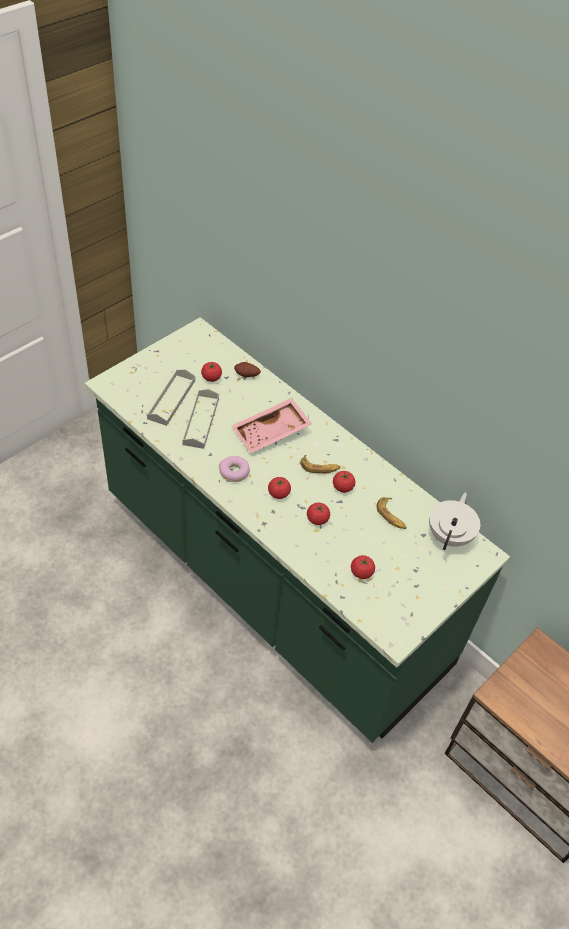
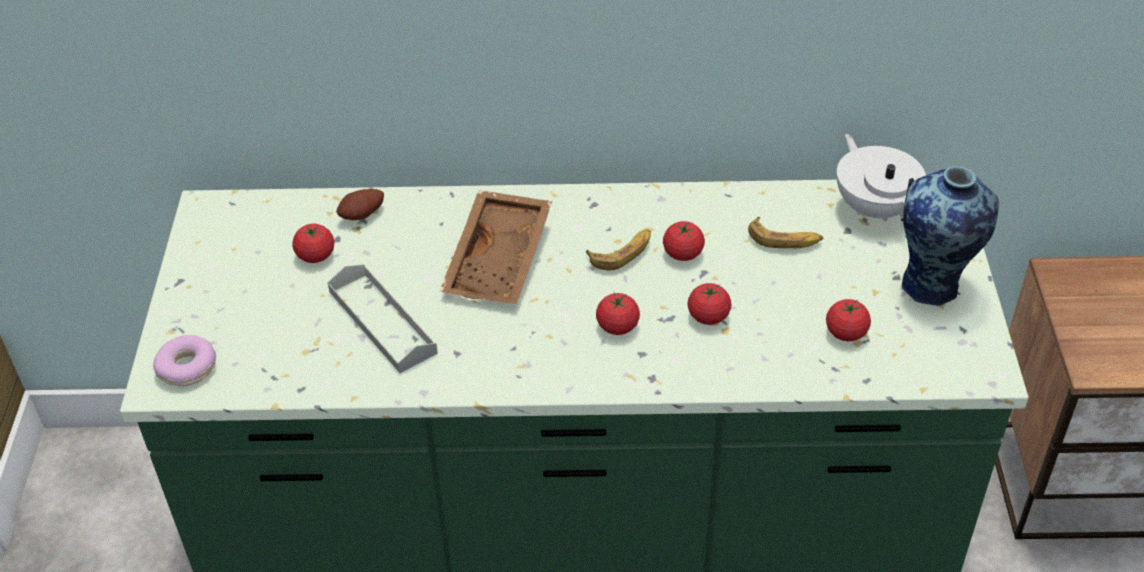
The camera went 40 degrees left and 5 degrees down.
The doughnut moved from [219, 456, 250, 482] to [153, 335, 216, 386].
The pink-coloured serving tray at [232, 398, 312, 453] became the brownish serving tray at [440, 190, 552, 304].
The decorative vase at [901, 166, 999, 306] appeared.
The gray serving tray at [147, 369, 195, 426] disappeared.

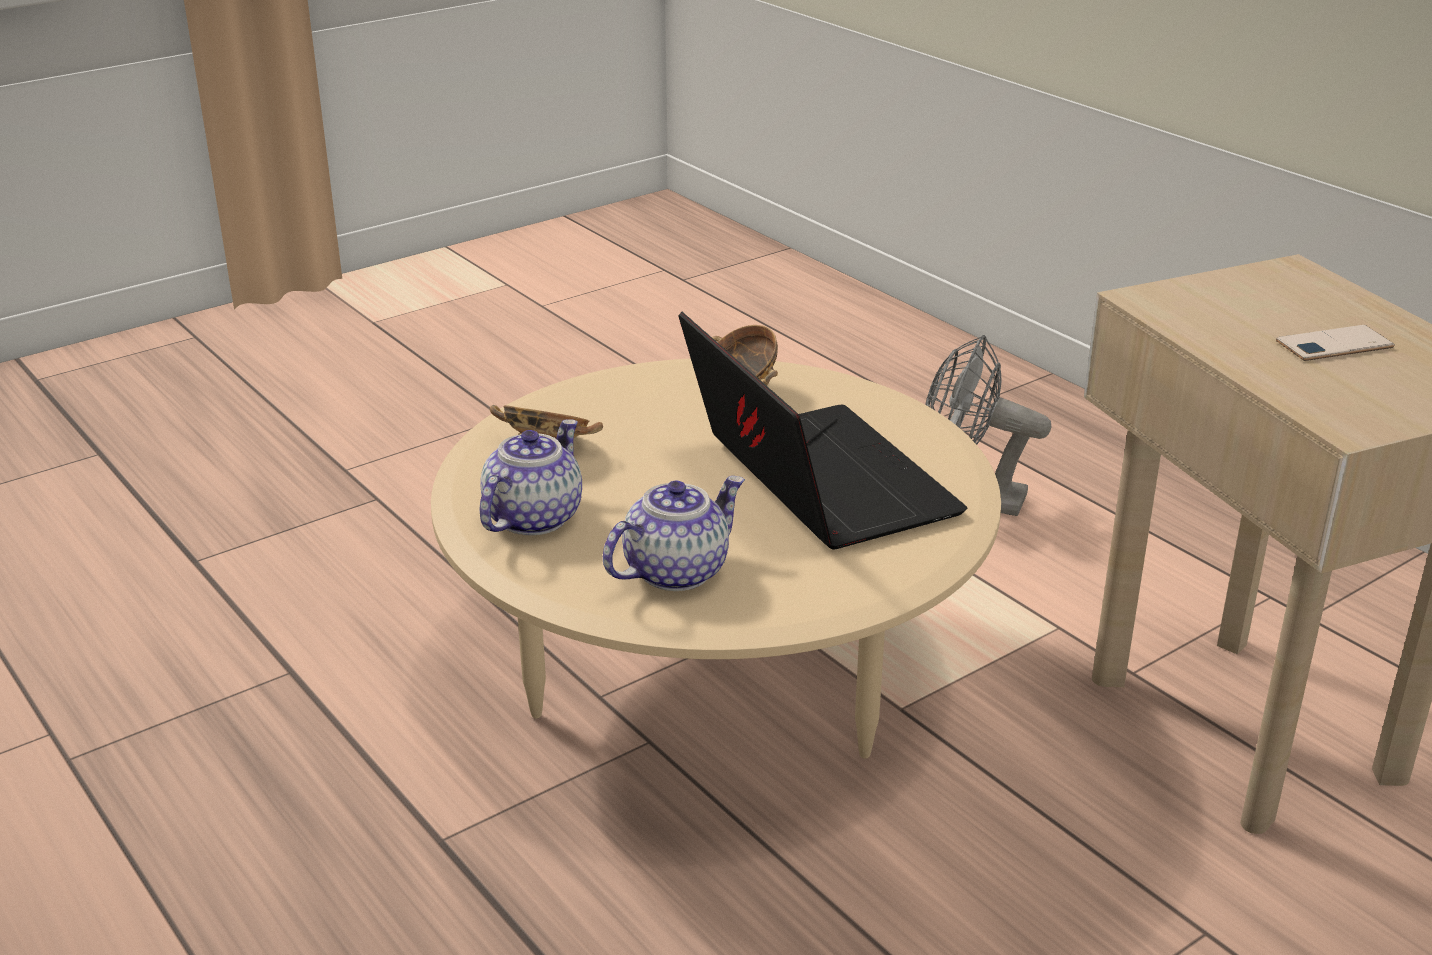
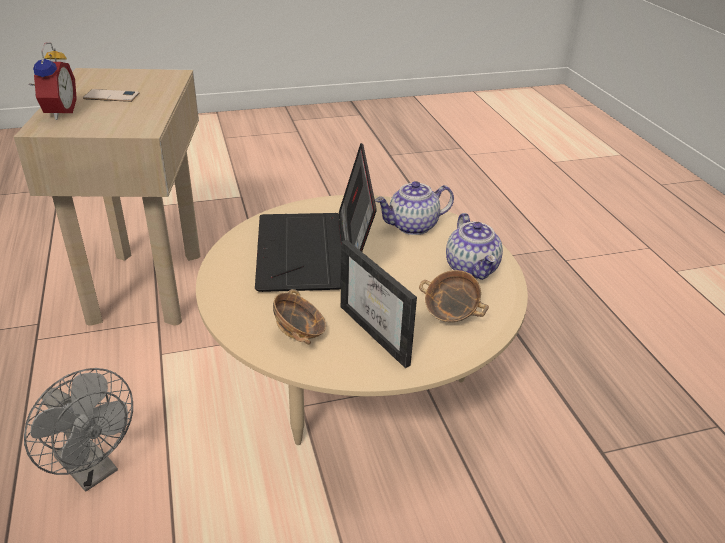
The camera went 160 degrees left and 5 degrees up.
The alarm clock at [30, 42, 77, 120] appeared.
The picture frame at [341, 240, 417, 368] appeared.
The pot for tea at [480, 419, 582, 535] turned 60 degrees counterclockwise.

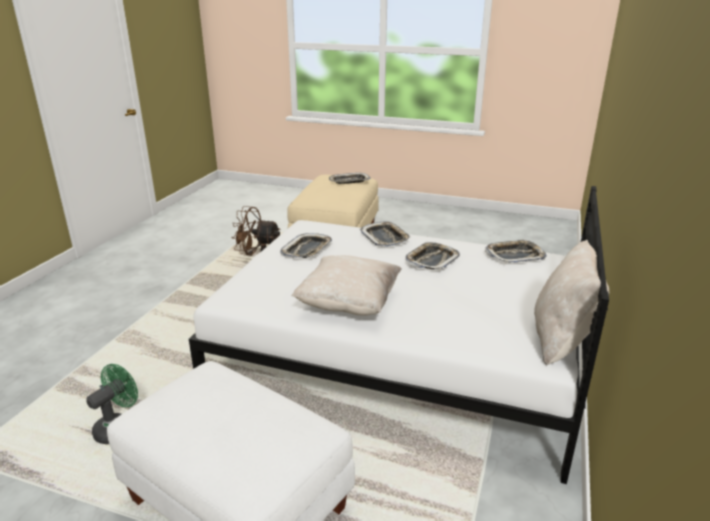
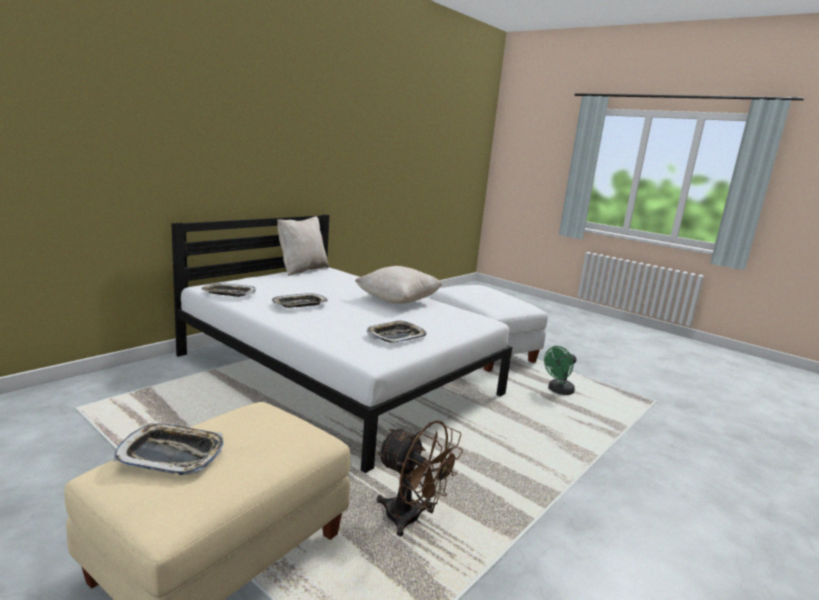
The camera went 160 degrees left and 10 degrees down.
The serving tray at [360, 222, 411, 247] disappeared.

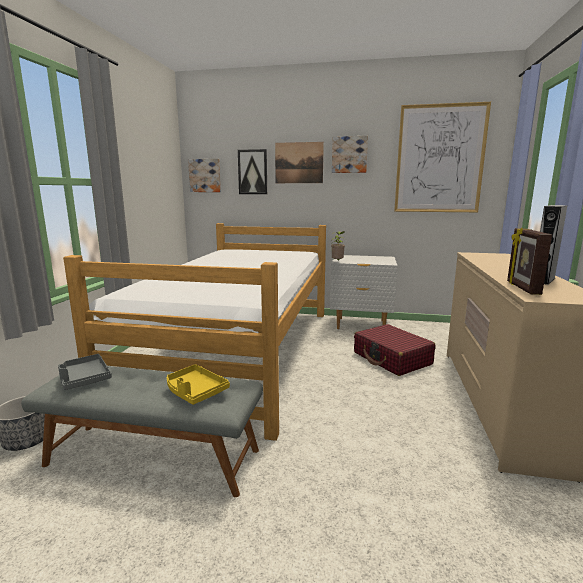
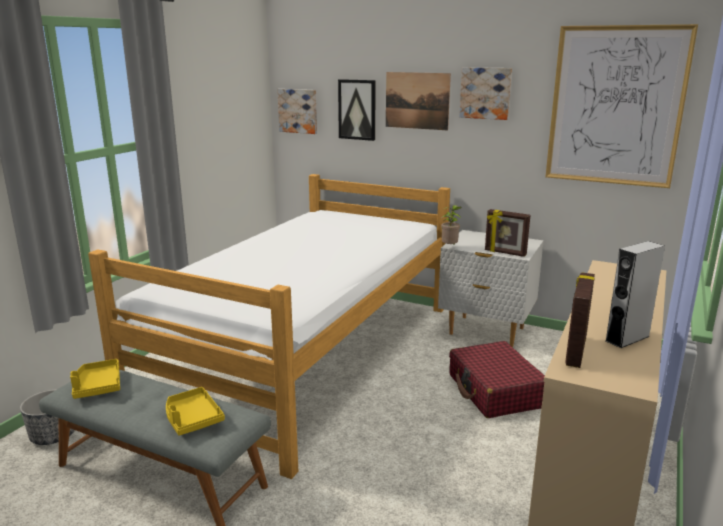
The camera went 15 degrees right and 5 degrees up.
The gray serving tray at [58, 354, 112, 390] became the yellowish serving tray at [70, 359, 120, 399].
The picture frame at [485, 209, 530, 257] appeared.

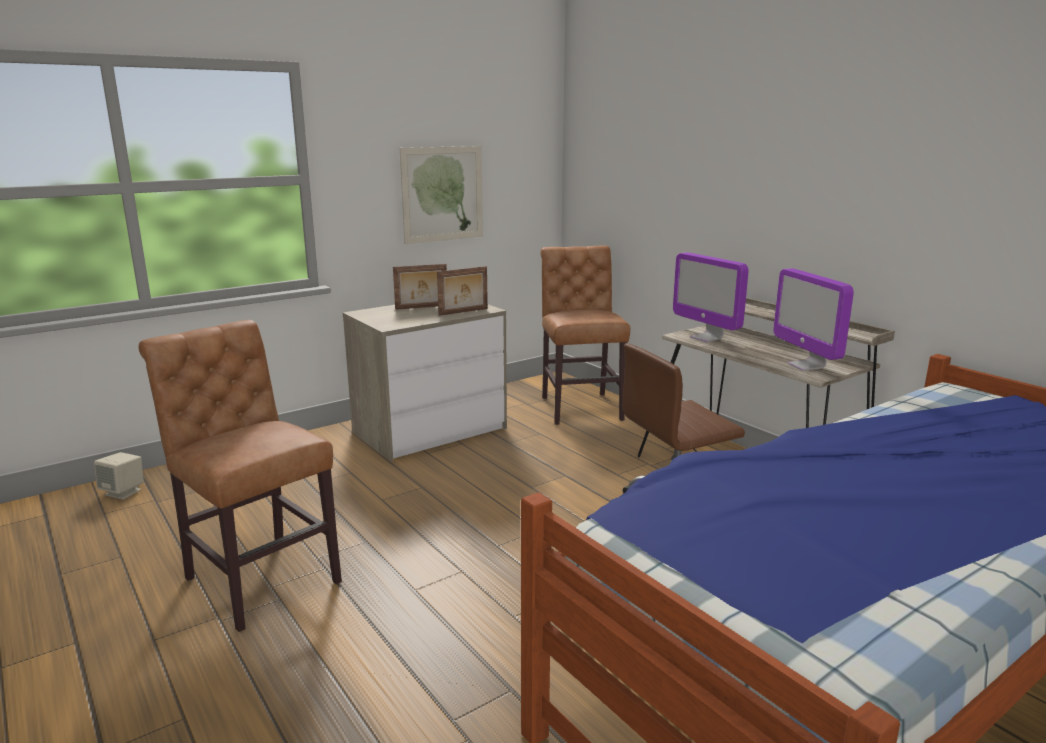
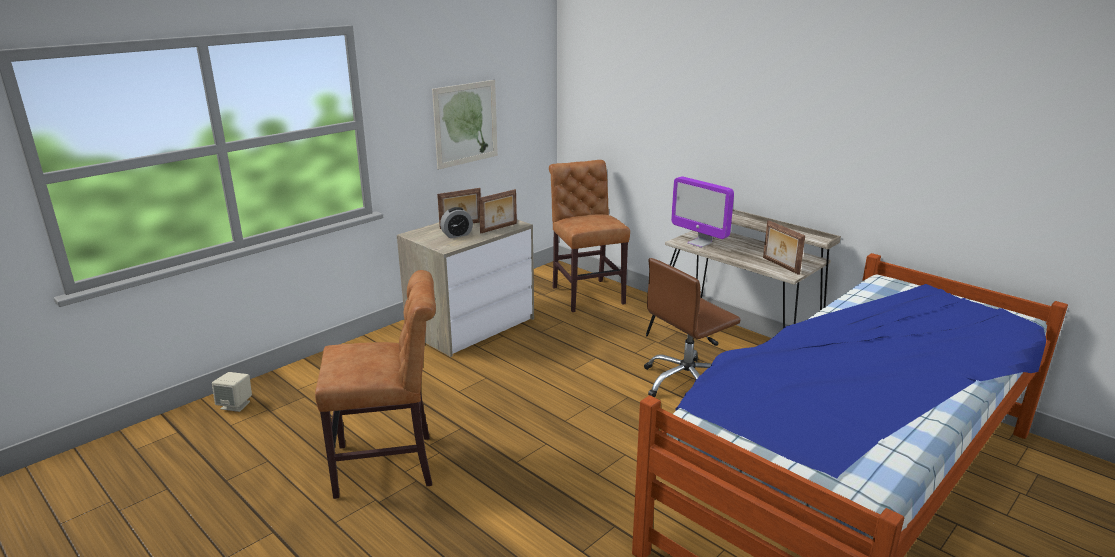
The camera went 10 degrees left and 5 degrees up.
The brownish chair at [139, 320, 342, 632] turned 135 degrees clockwise.
The alarm clock at [440, 207, 473, 238] appeared.
The computer display at [773, 268, 854, 371] was replaced by the picture frame at [763, 220, 805, 275].

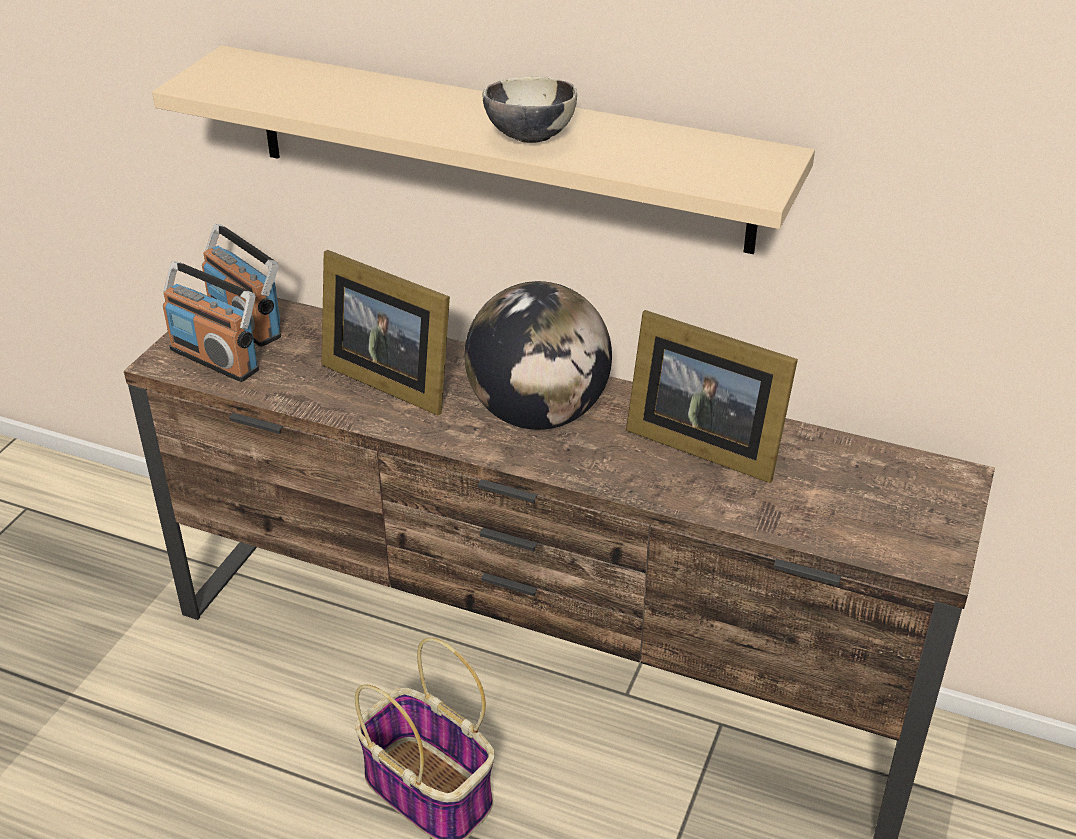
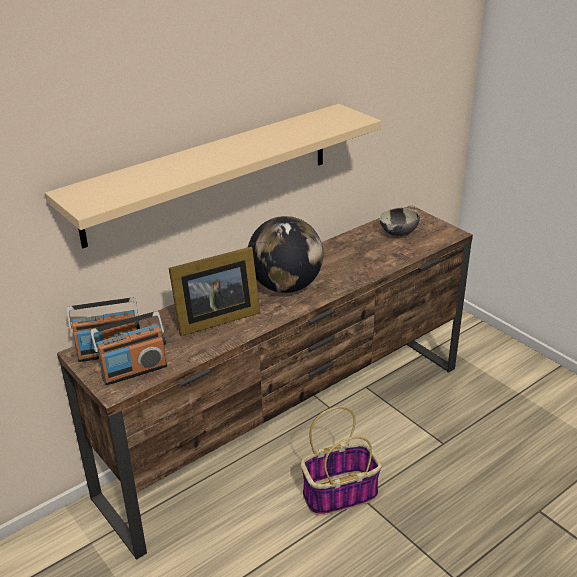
The camera went 60 degrees left and 5 degrees down.
The serving bowl moved from [483, 76, 577, 143] to [379, 208, 420, 237].
The picture frame at [626, 310, 798, 483] disappeared.

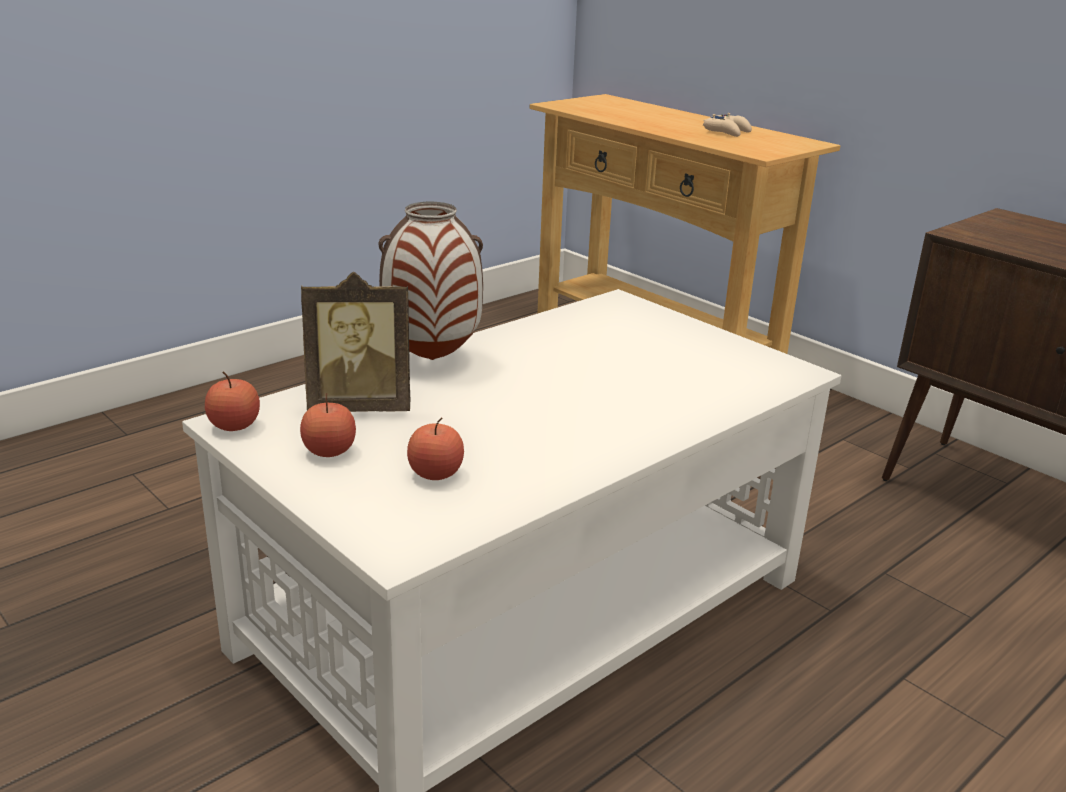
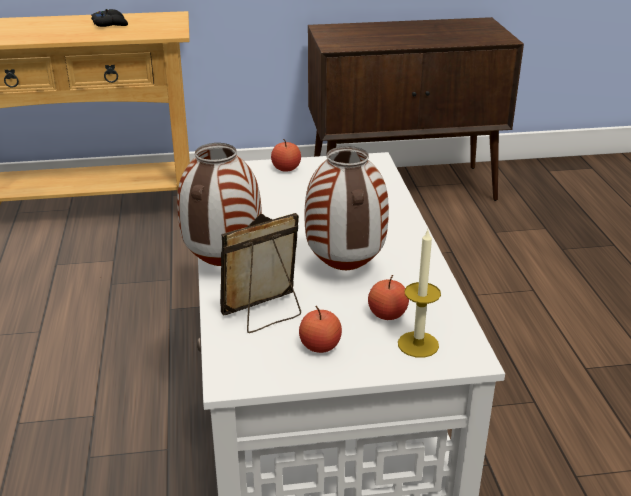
The camera went 55 degrees left and 5 degrees up.
The beige gamepad at [703, 113, 752, 137] became the black-coloured gamepad at [91, 9, 128, 27].
The picture frame at [301, 272, 410, 412] turned 150 degrees counterclockwise.
The whole apple moved from [205, 371, 260, 431] to [271, 139, 301, 172].
The decorative vase at [305, 146, 389, 270] appeared.
The candle at [398, 230, 441, 358] appeared.

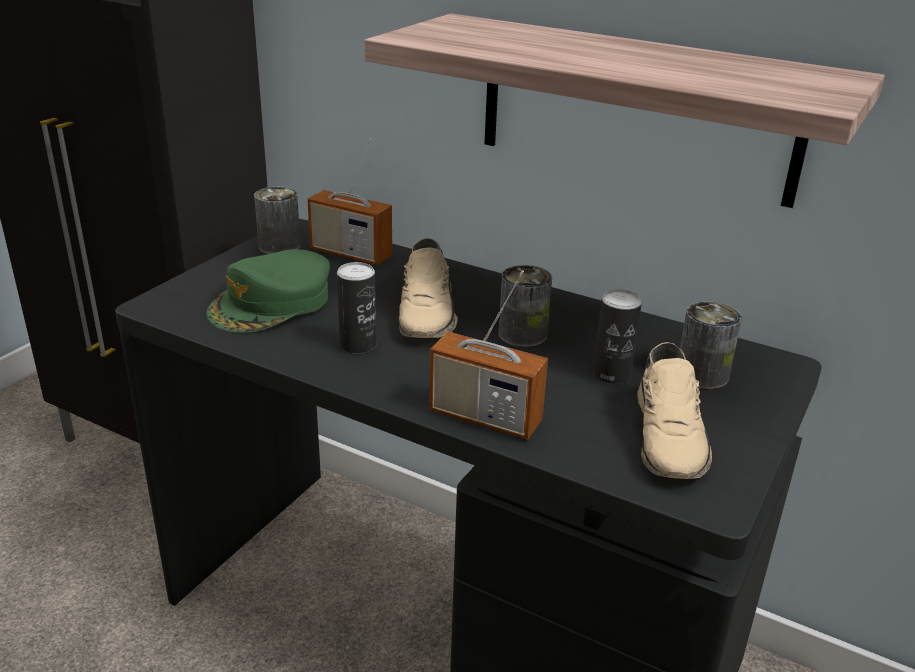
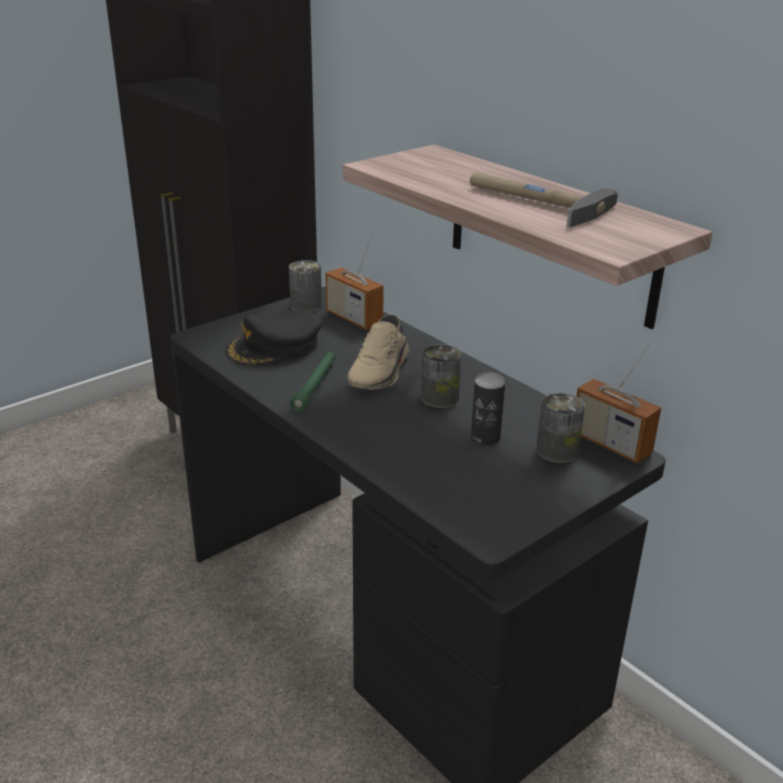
The camera went 20 degrees right and 0 degrees up.
The green-coloured peaked cap at [206, 249, 330, 333] became the black-coloured peaked cap at [225, 309, 322, 365].
The sealed can at [337, 262, 376, 354] was replaced by the green-coloured flashlight at [290, 352, 336, 412].
The hand hammer at [470, 172, 618, 228] appeared.
The radio moved from [429, 270, 548, 440] to [576, 342, 661, 463].
The beige shoe at [637, 342, 712, 479] disappeared.

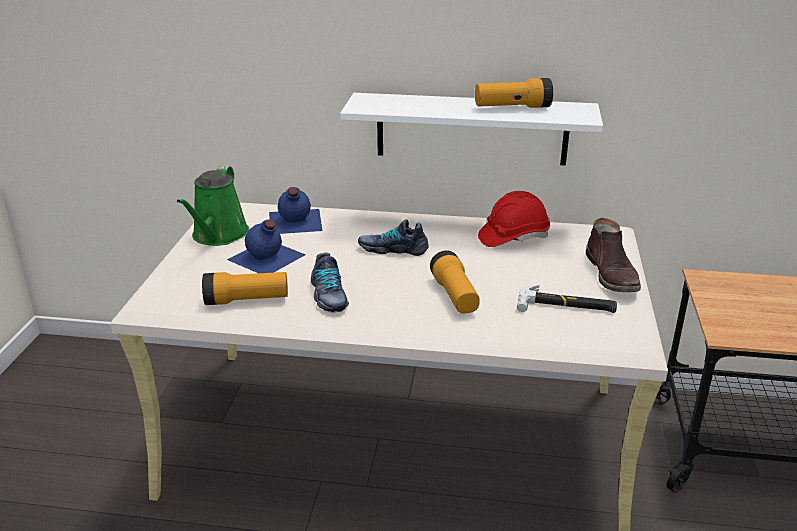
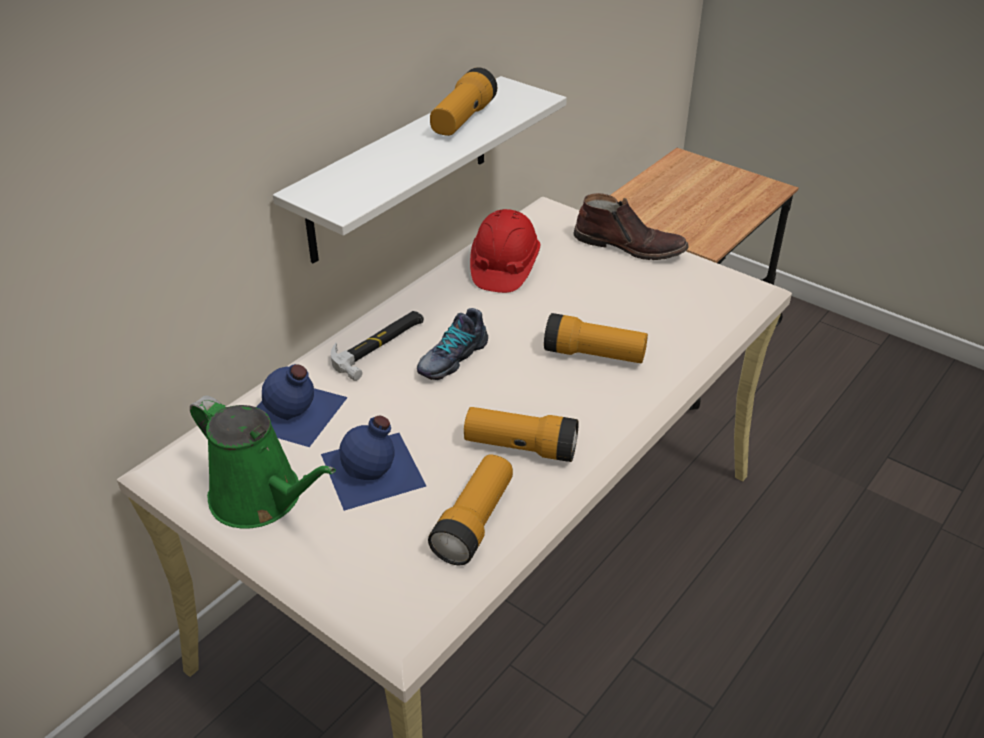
The camera went 60 degrees left and 10 degrees up.
The hand hammer moved from [517, 285, 617, 313] to [331, 311, 424, 381].
The shoe at [311, 253, 349, 312] was replaced by the flashlight at [464, 407, 579, 462].

